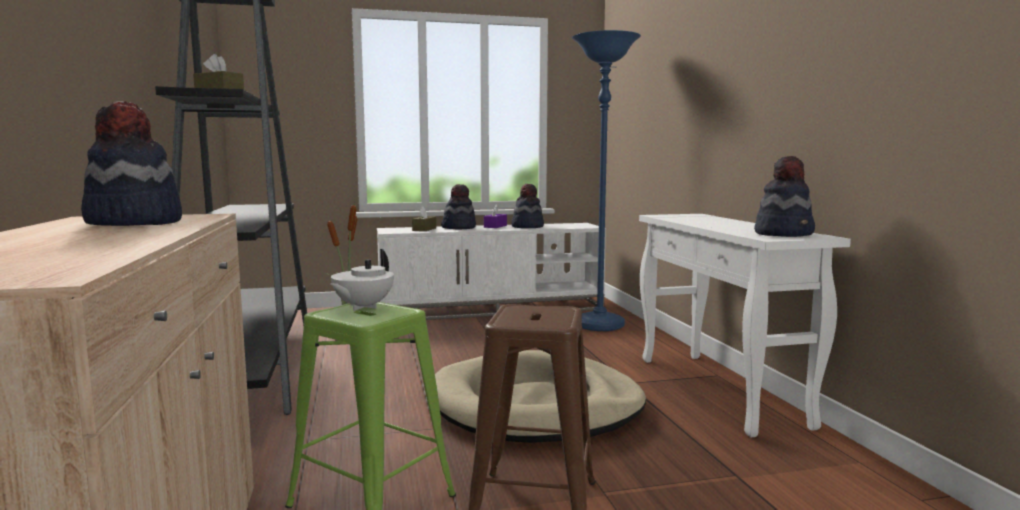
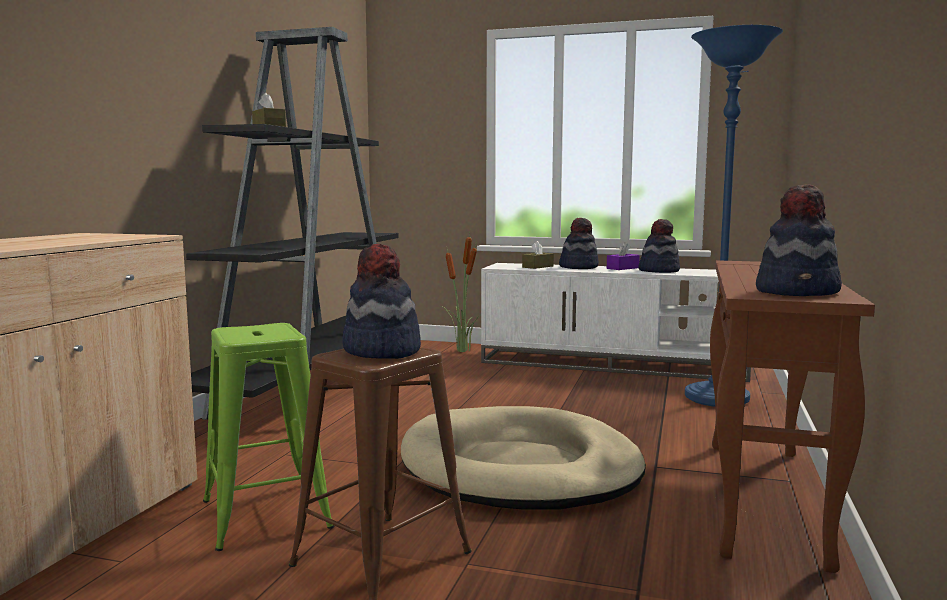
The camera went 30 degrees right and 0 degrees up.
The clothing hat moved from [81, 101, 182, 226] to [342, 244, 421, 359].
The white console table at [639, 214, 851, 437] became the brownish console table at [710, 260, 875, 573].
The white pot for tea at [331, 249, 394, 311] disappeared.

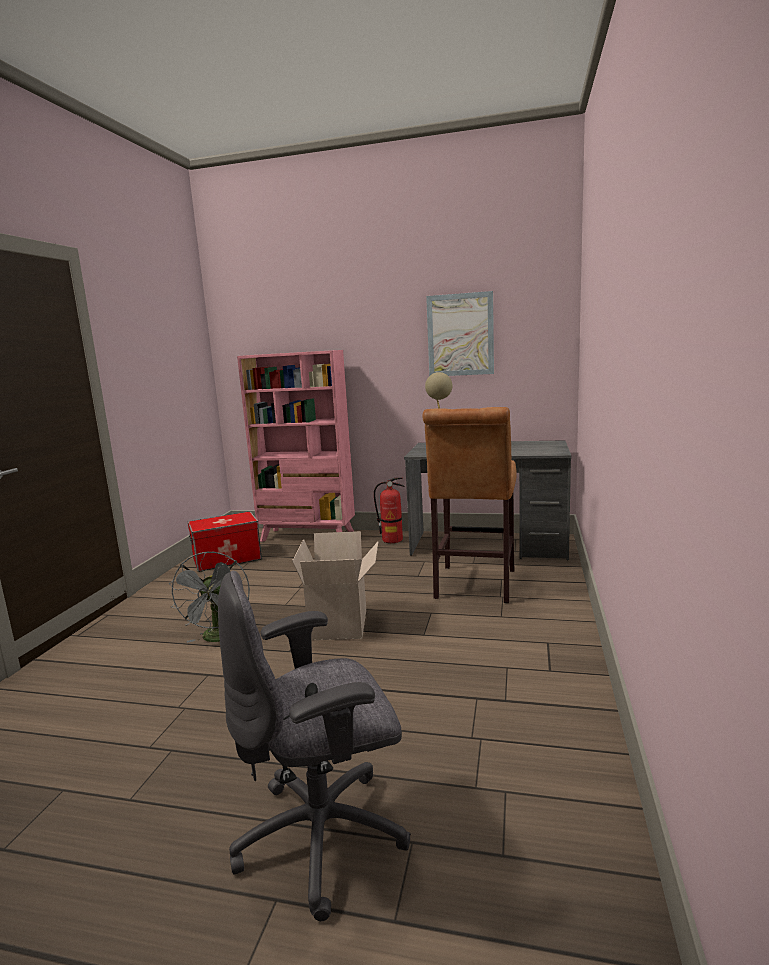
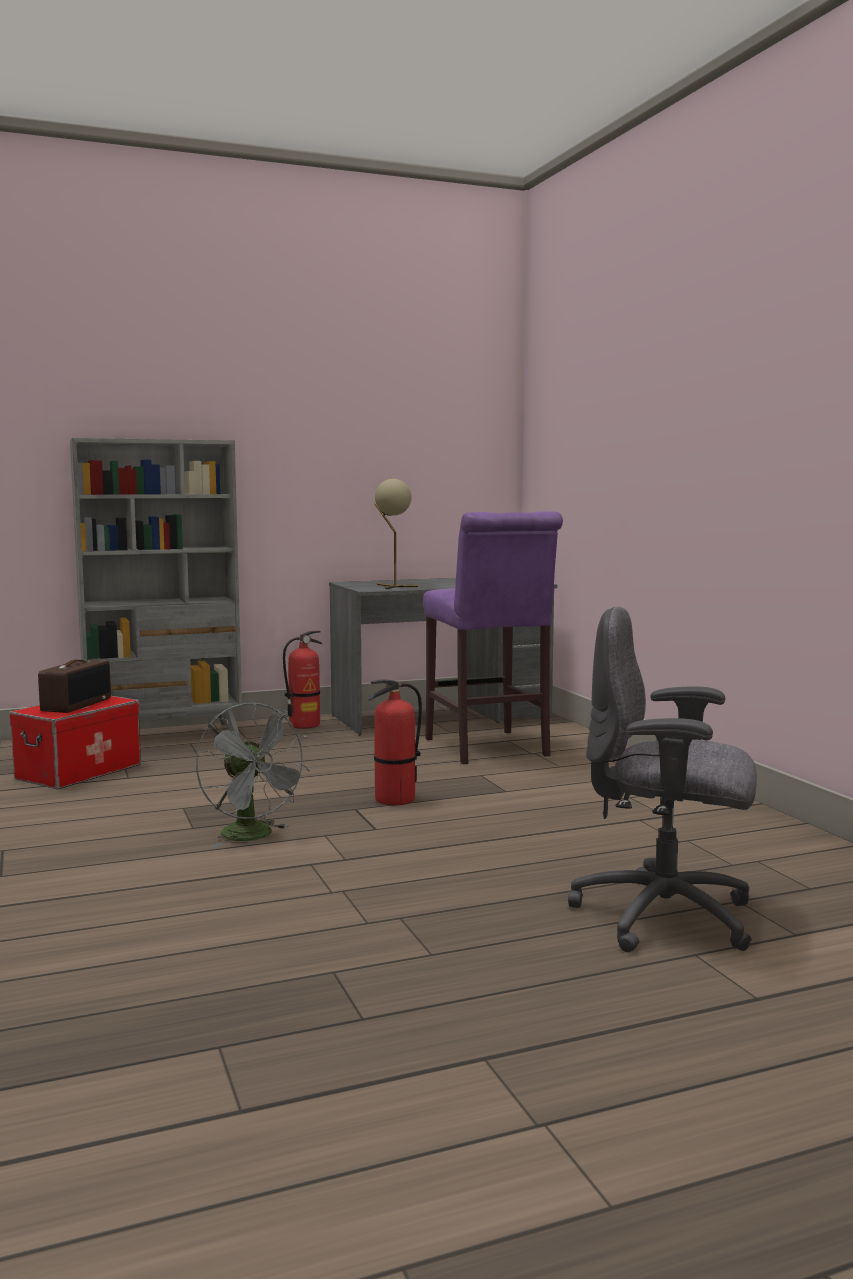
The camera went 35 degrees left and 5 degrees down.
The radio at [38, 659, 111, 713] appeared.
The pink-coloured bookshelf at [237, 350, 355, 542] became the gray bookshelf at [70, 438, 242, 736].
The packing box at [292, 531, 378, 640] was replaced by the fire-fighting cylinder at [368, 679, 422, 805].
The brownish stool at [422, 407, 517, 603] became the purplish stool at [423, 511, 563, 765].
The gray computer chair at [218, 571, 411, 921] turned 75 degrees clockwise.
The wall picture at [426, 291, 494, 376] disappeared.

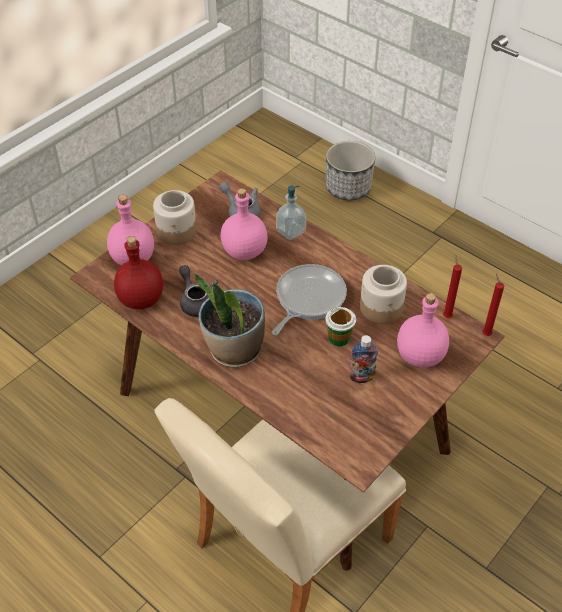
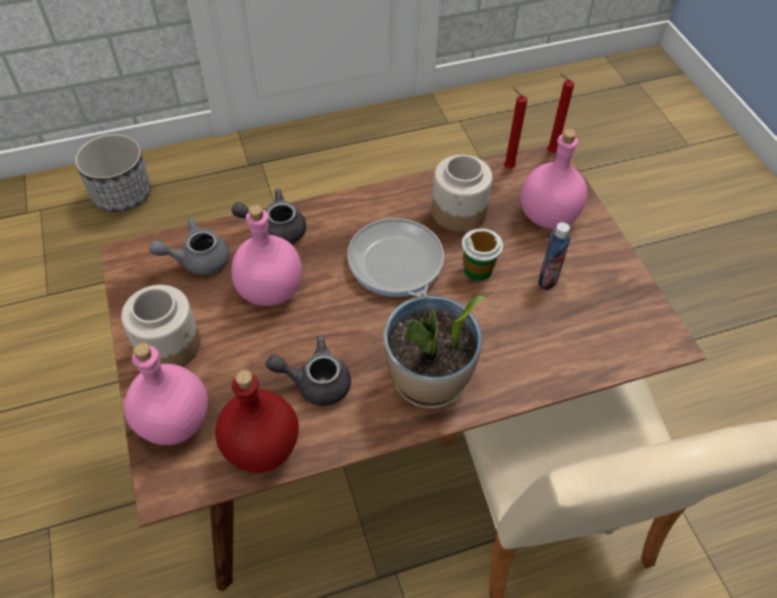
The camera went 60 degrees left and 5 degrees up.
The liquid soap bottle at [276, 186, 306, 240] was replaced by the gray pot for tea at [231, 188, 306, 244].

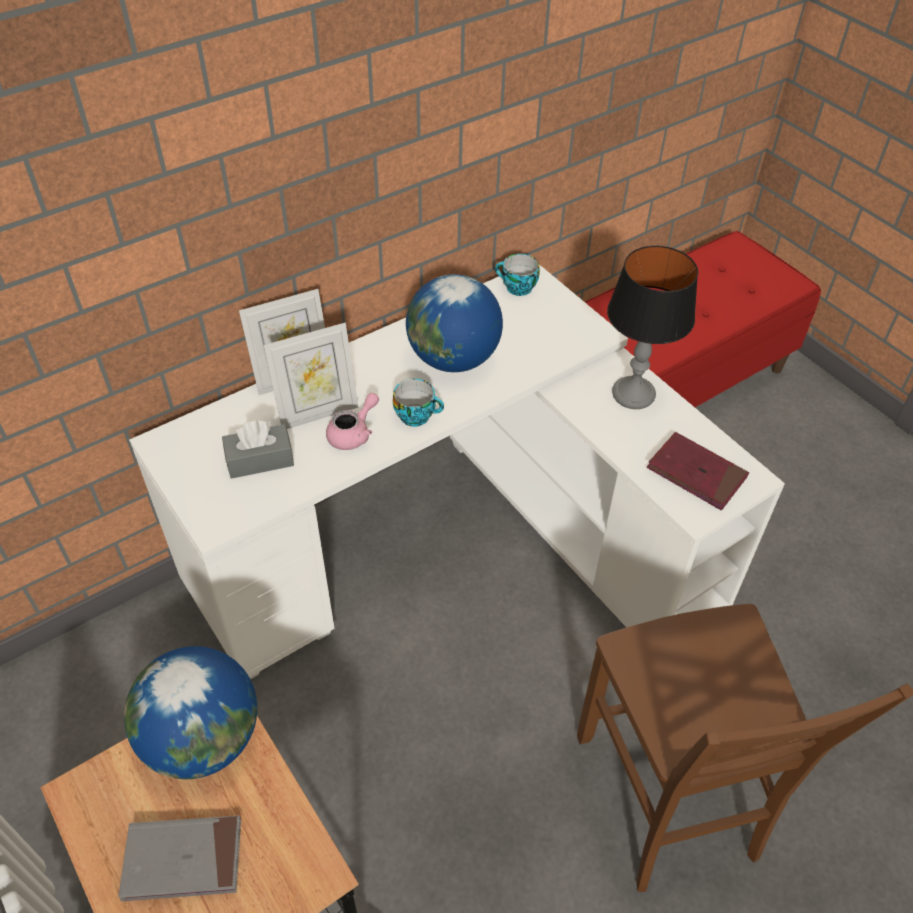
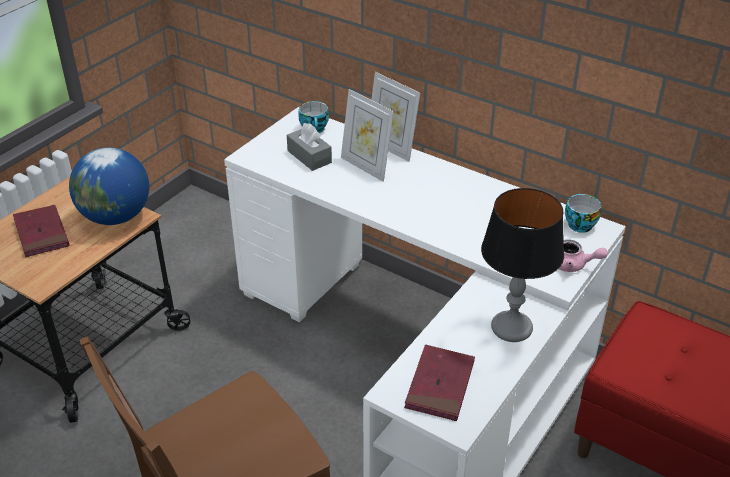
The camera went 70 degrees right and 10 degrees down.
The gray volume at [118, 816, 241, 901] became the red volume at [13, 205, 70, 257].
The small cup moved from [393, 379, 444, 427] to [298, 101, 329, 133].
The pink-coloured pot for tea moved from [326, 393, 379, 450] to [559, 239, 608, 272].
The globe at [406, 274, 503, 372] disappeared.

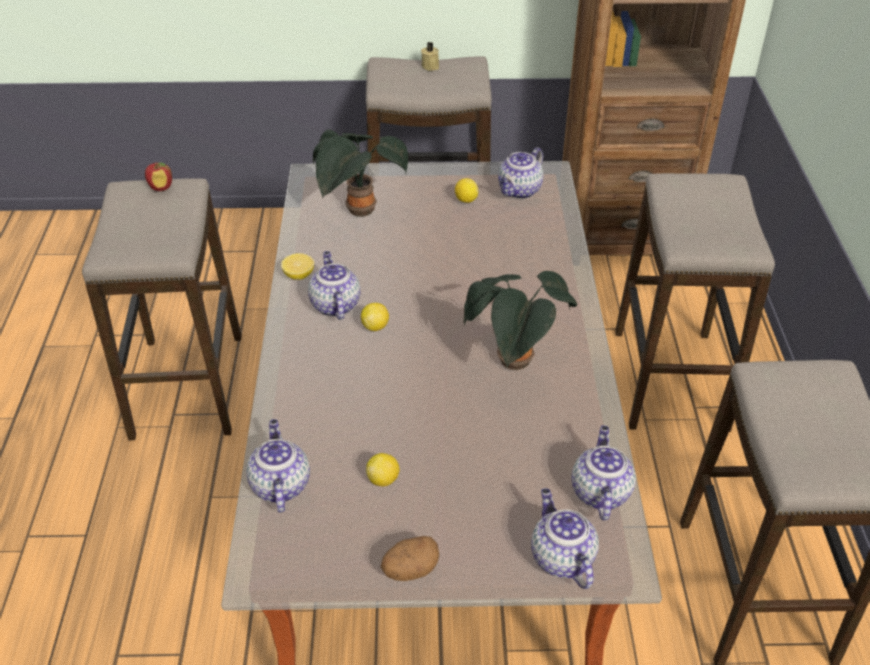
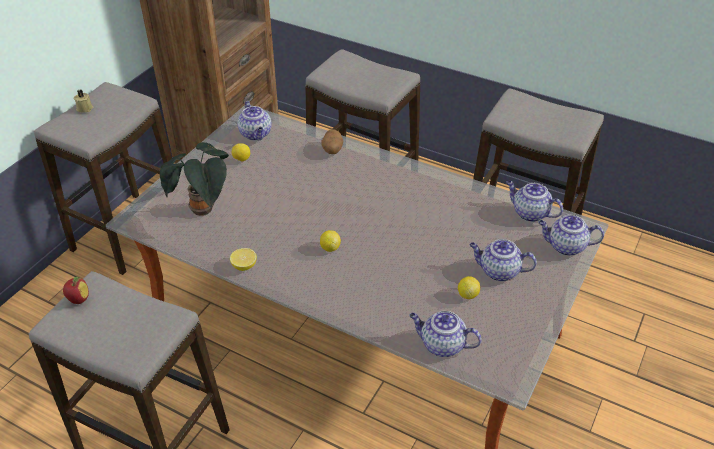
The camera went 60 degrees left and 0 degrees up.
The spud moved from [381, 536, 439, 581] to [321, 129, 343, 154].
The pot for tea moved from [308, 251, 360, 320] to [469, 239, 537, 281].
The potted plant at [464, 271, 577, 370] disappeared.

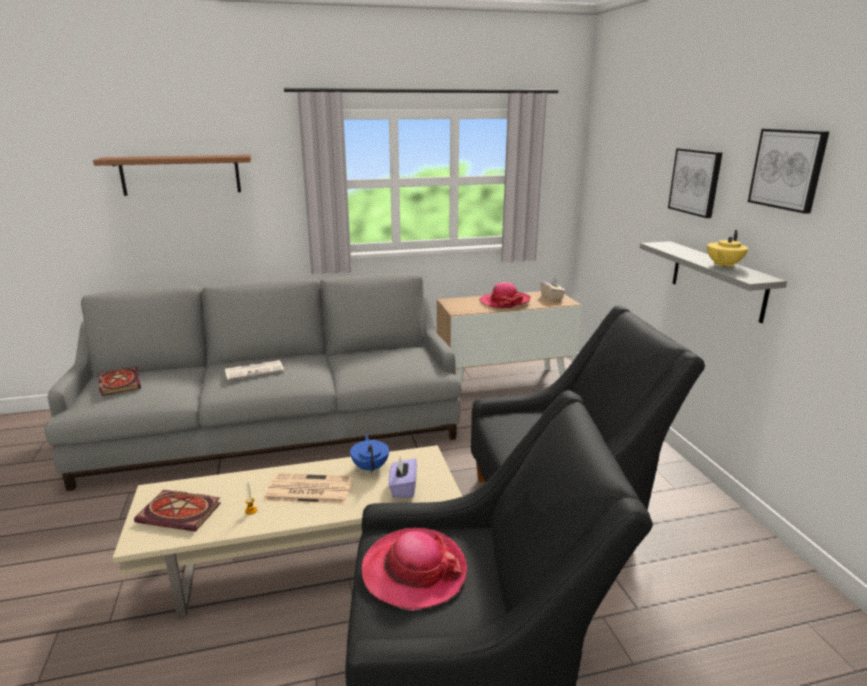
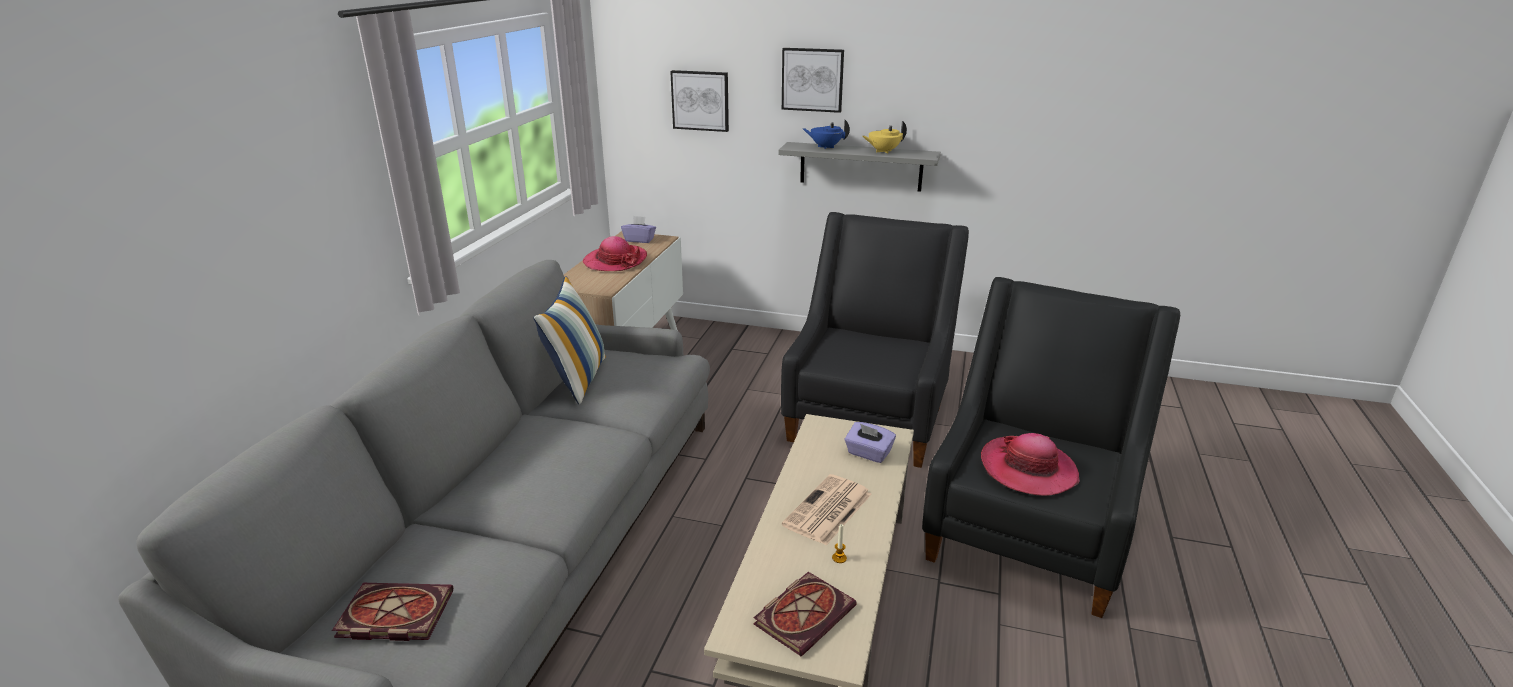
The camera went 60 degrees left and 5 degrees up.
The pillow at [533, 276, 606, 405] appeared.
The beige tissue box at [540, 278, 565, 301] became the purplish tissue box at [621, 216, 656, 243].
The wall picture moved from [748, 129, 829, 214] to [670, 70, 729, 132].
The bluish pot for tea moved from [350, 435, 389, 473] to [803, 120, 850, 149].
The yellowish pot for tea at [707, 230, 748, 267] turned 90 degrees clockwise.
The brownish bracket shelf at [93, 155, 251, 196] disappeared.
The newspaper at [225, 360, 284, 380] disappeared.

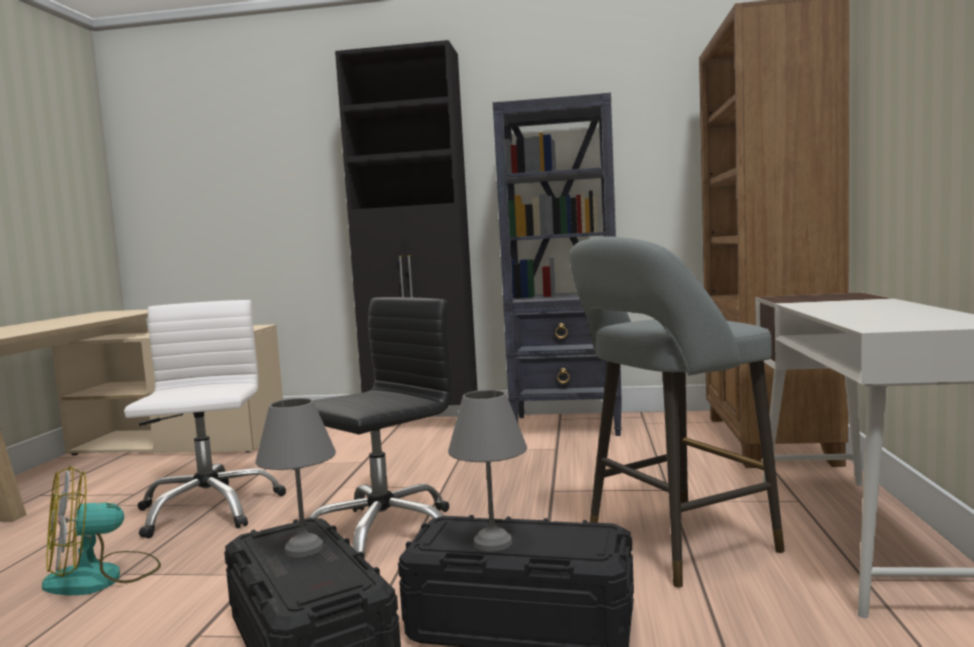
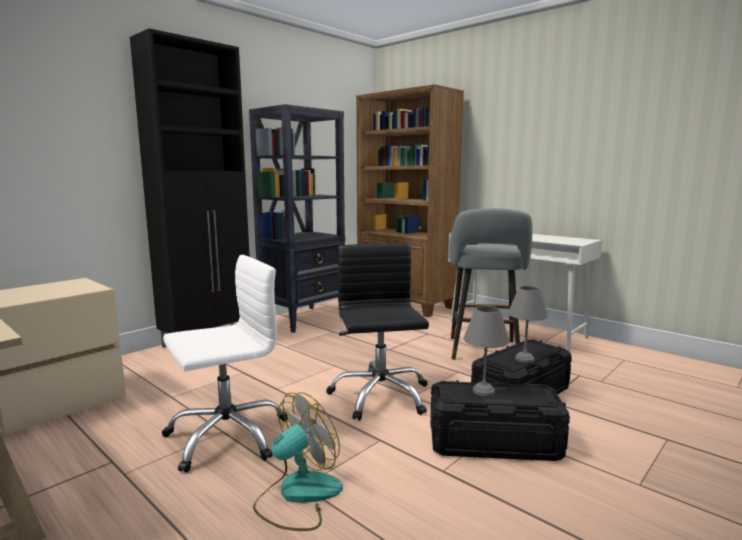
The camera went 55 degrees left and 5 degrees up.
The white computer chair at [124, 300, 286, 539] turned 120 degrees clockwise.
The fan at [42, 466, 161, 595] turned 135 degrees counterclockwise.

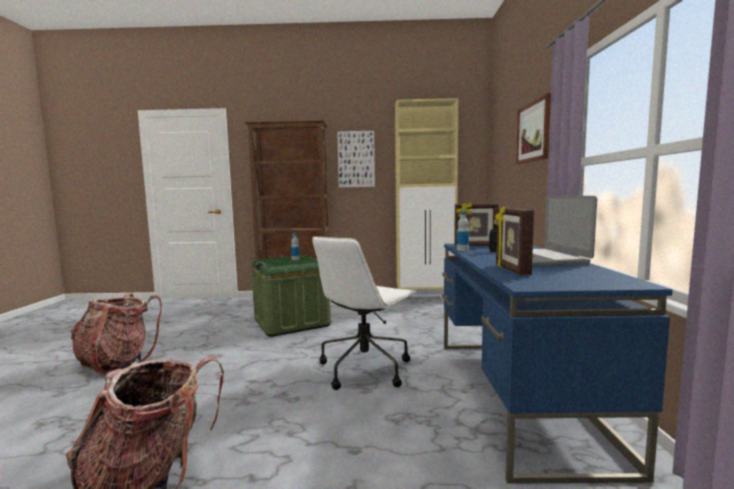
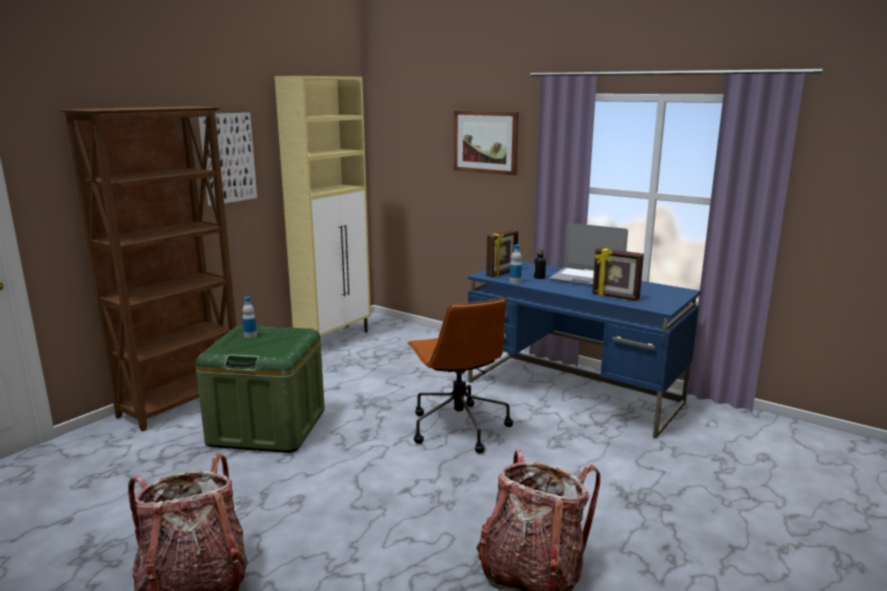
The camera went 55 degrees left and 10 degrees up.
The white computer chair at [312, 236, 417, 390] became the brownish computer chair at [407, 298, 513, 453].

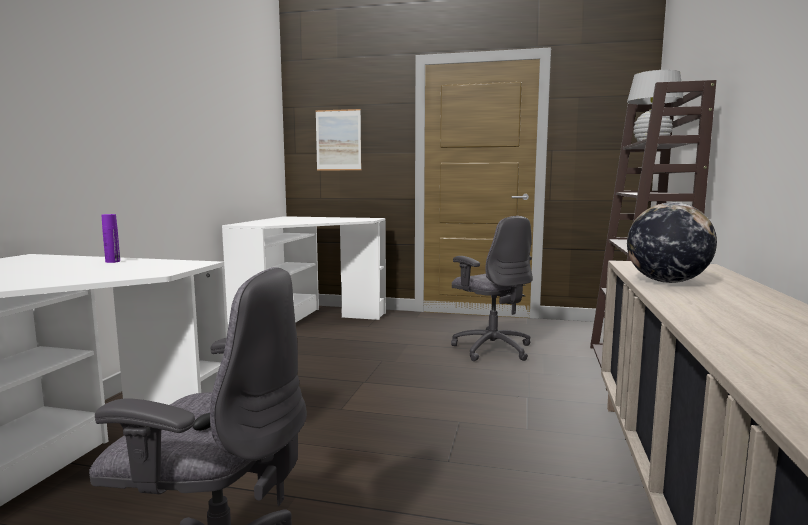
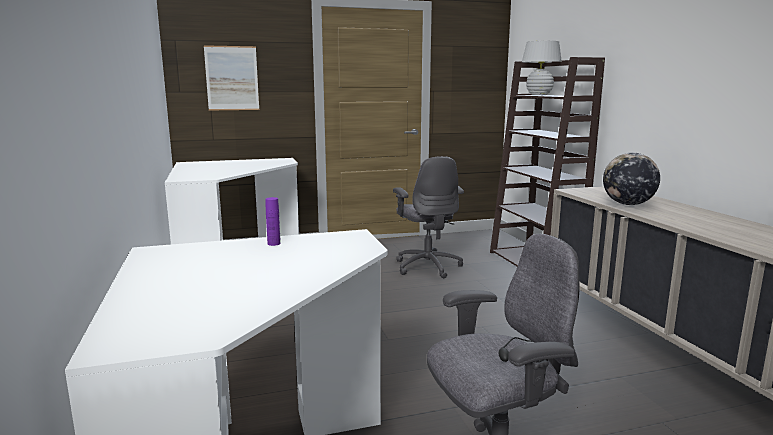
The camera went 30 degrees left and 5 degrees up.
The gray computer chair at [451, 216, 533, 361] turned 45 degrees clockwise.

